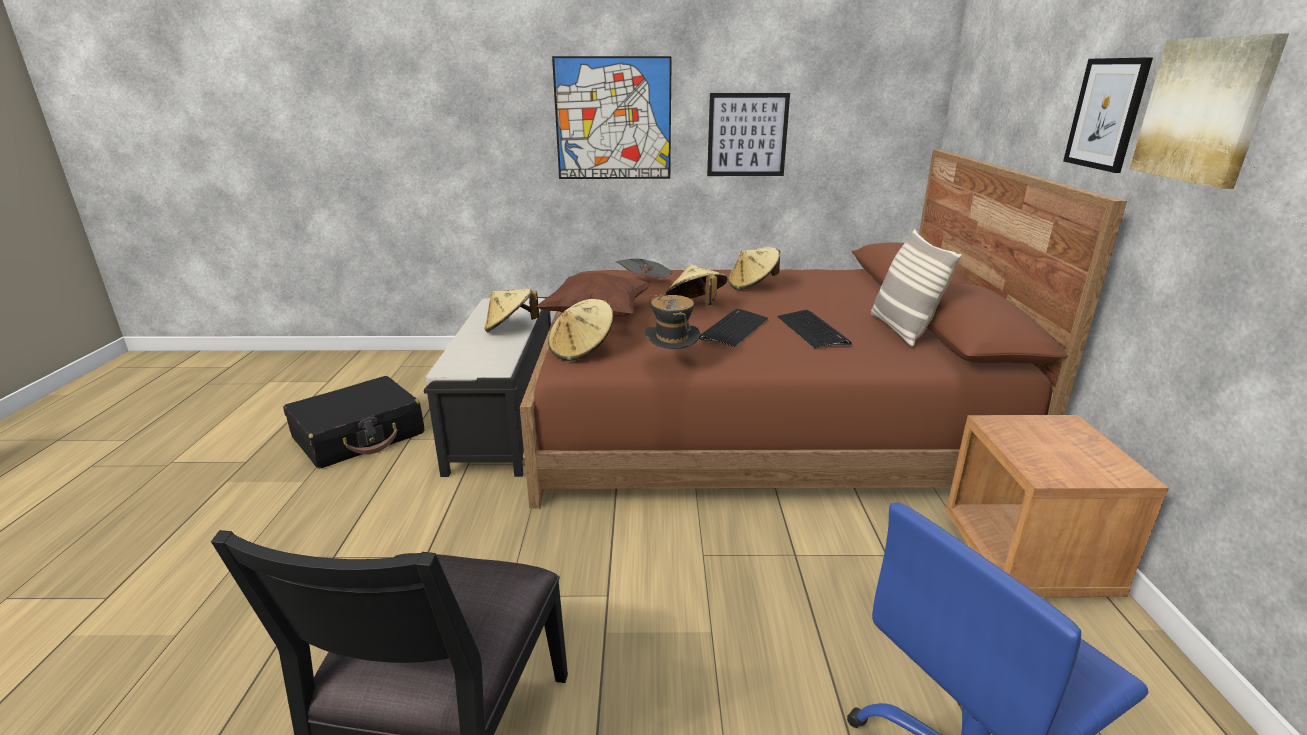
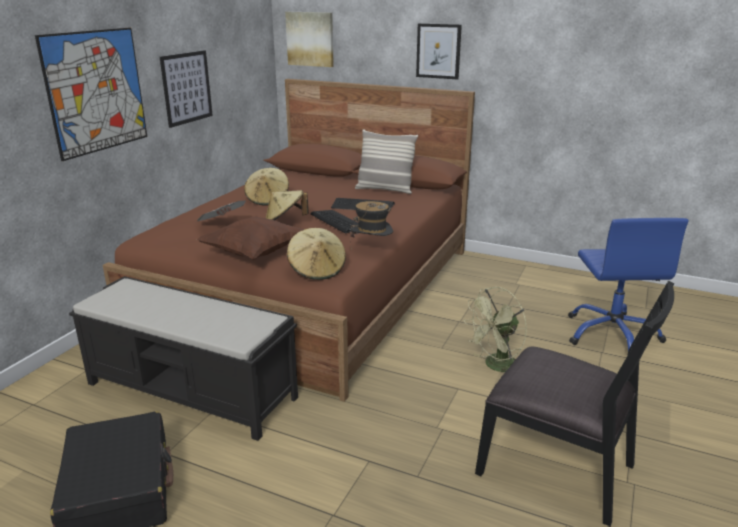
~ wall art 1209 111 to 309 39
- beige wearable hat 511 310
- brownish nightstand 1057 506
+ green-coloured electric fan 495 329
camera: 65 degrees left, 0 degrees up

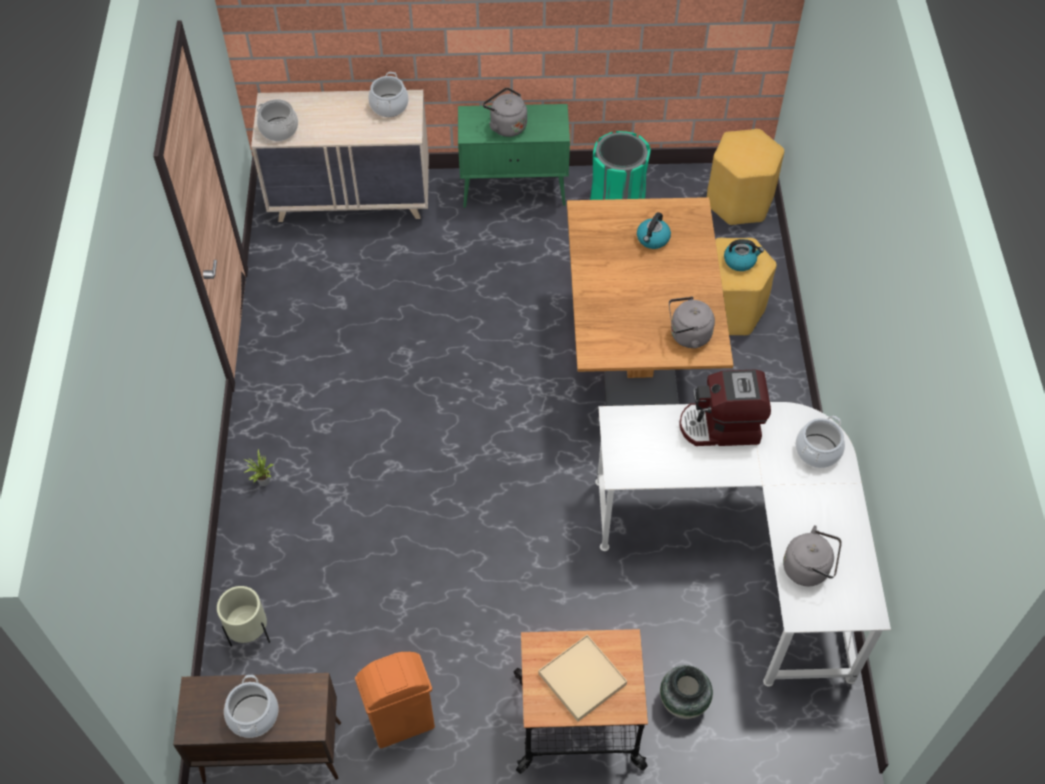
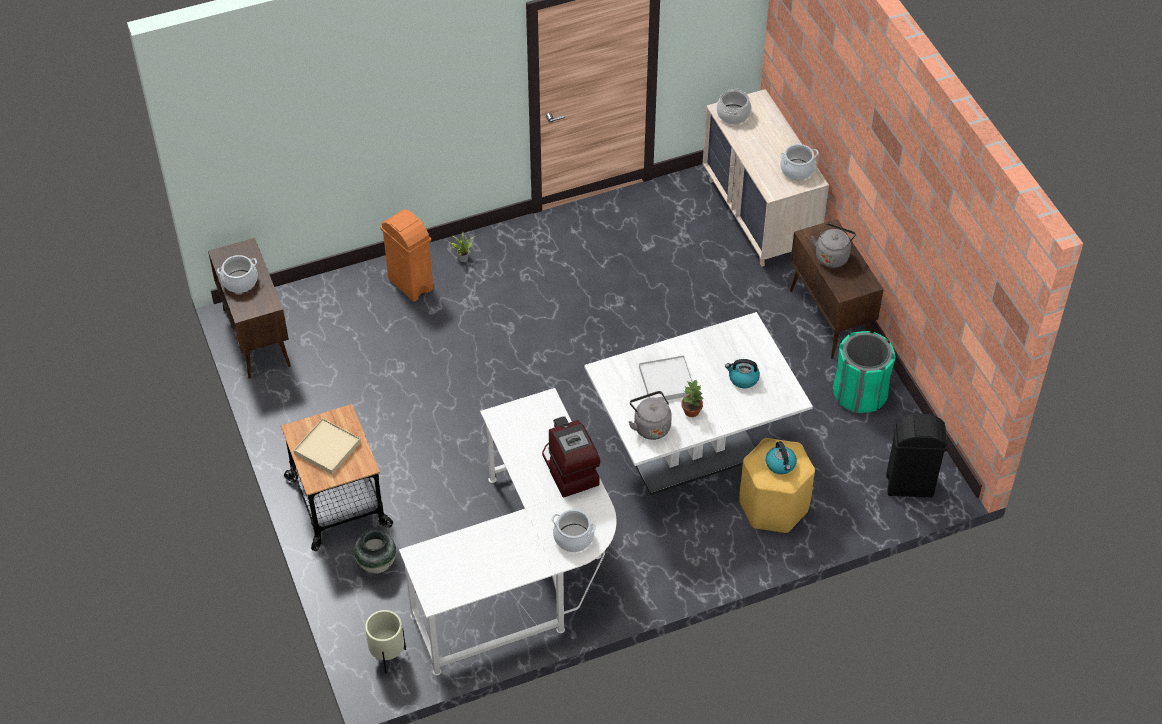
~ green-coloured cupboard 514 156 to brownish cupboard 837 289
~ yellow stool seat 745 177 to black-coloured trash can 917 455
~ brownish kitchen table 650 301 to white-coloured kitchen table 698 403
- gray water kettle 812 555
~ beige plant pot 243 616 to 385 642
~ orangey trash can 395 700 to 406 256
+ white-coloured serving tray 666 378
+ plant in a pot 692 398
camera: 70 degrees right, 5 degrees down

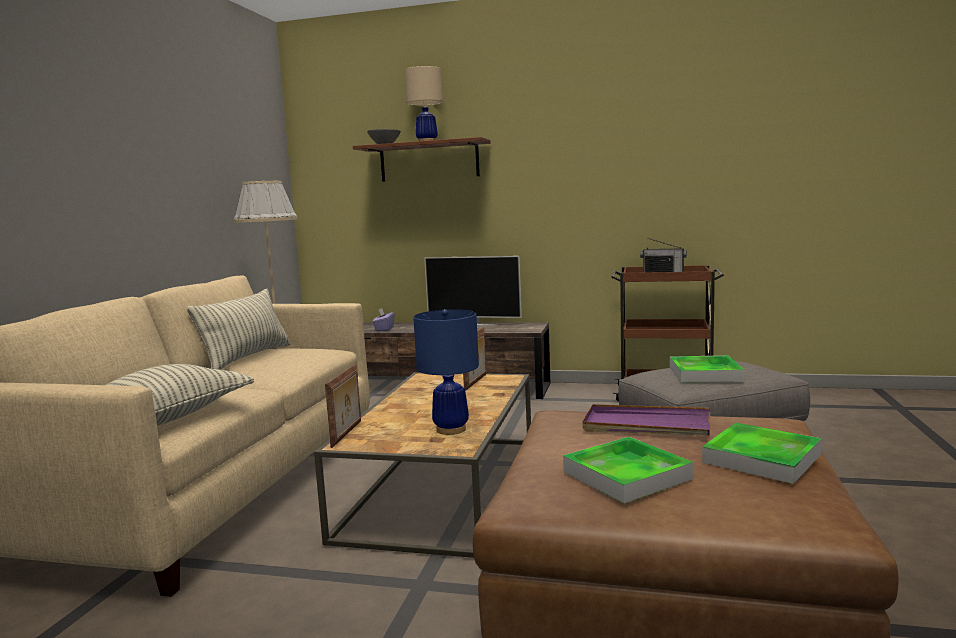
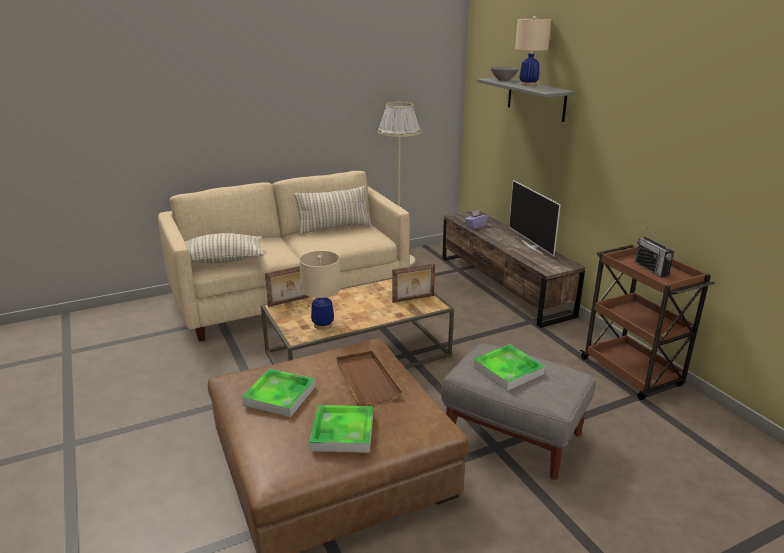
~ brownish bracket shelf 422 159 to gray bracket shelf 526 100
~ blue lamp for a table 446 372 to beige lamp for a table 320 290
~ purple serving tray 646 420 to brownish serving tray 369 377
camera: 50 degrees right, 15 degrees up

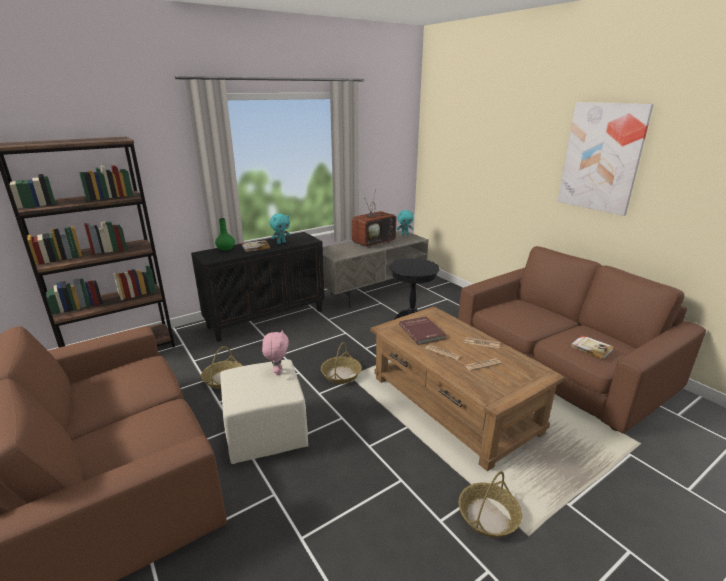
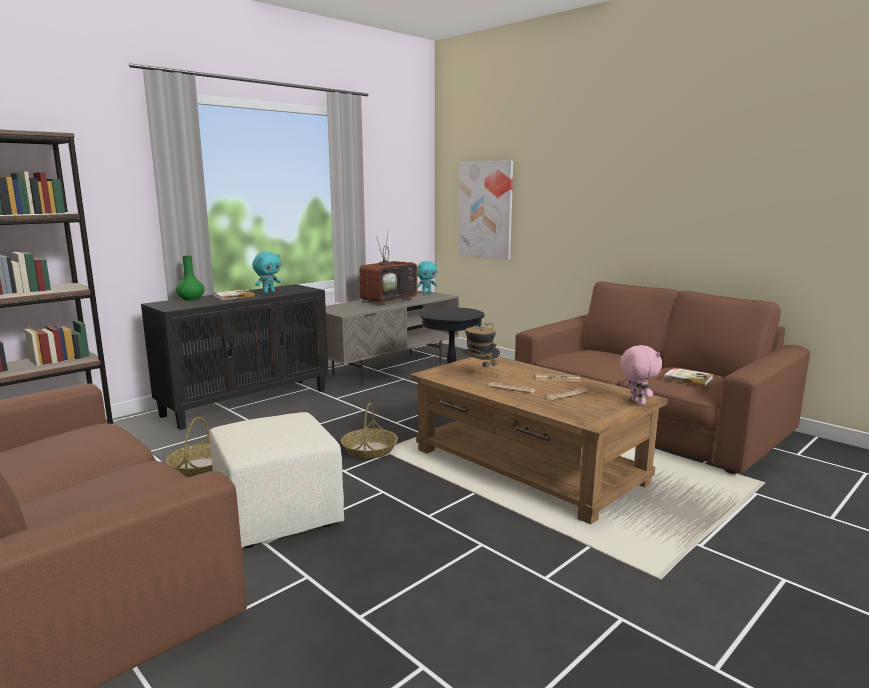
~ wall art 606 159 to 485 210
~ red-coloured book 422 330 to wearable hat 480 350
~ pink-coloured cuddly toy 275 352 to 641 375
- storage basket 490 504
camera: 10 degrees left, 10 degrees down

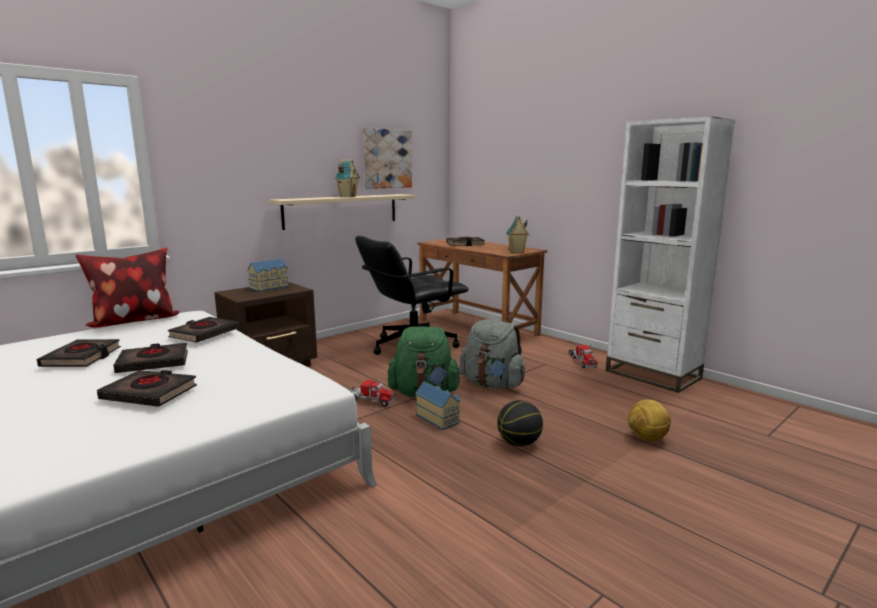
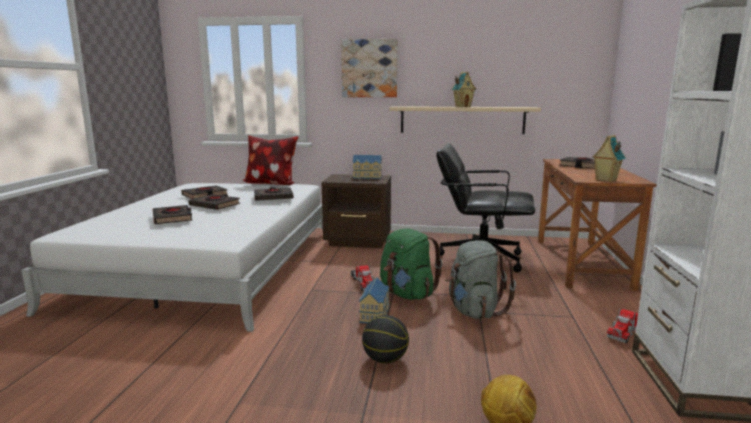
~ wall art 387 158 to 369 68
camera: 50 degrees right, 0 degrees up

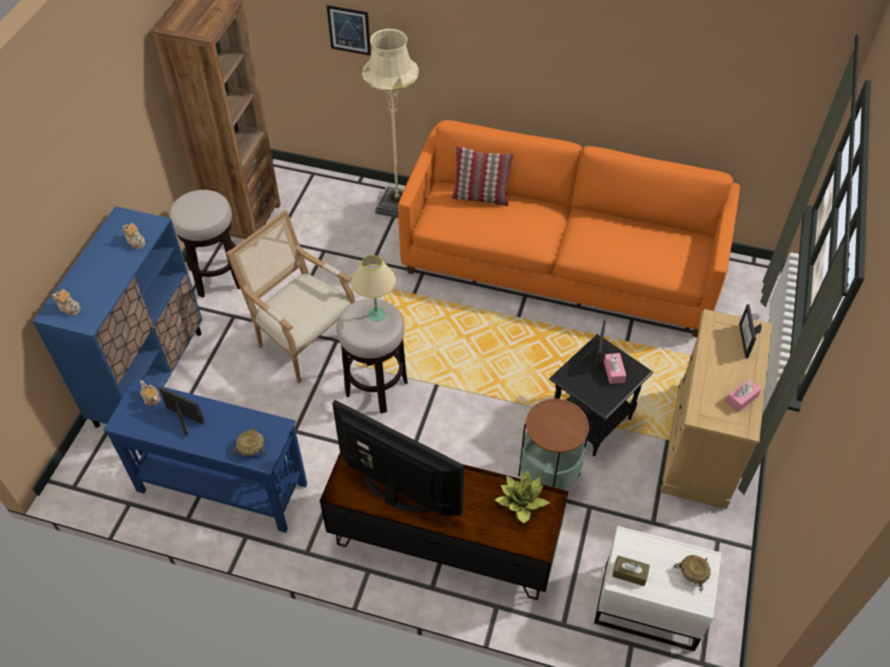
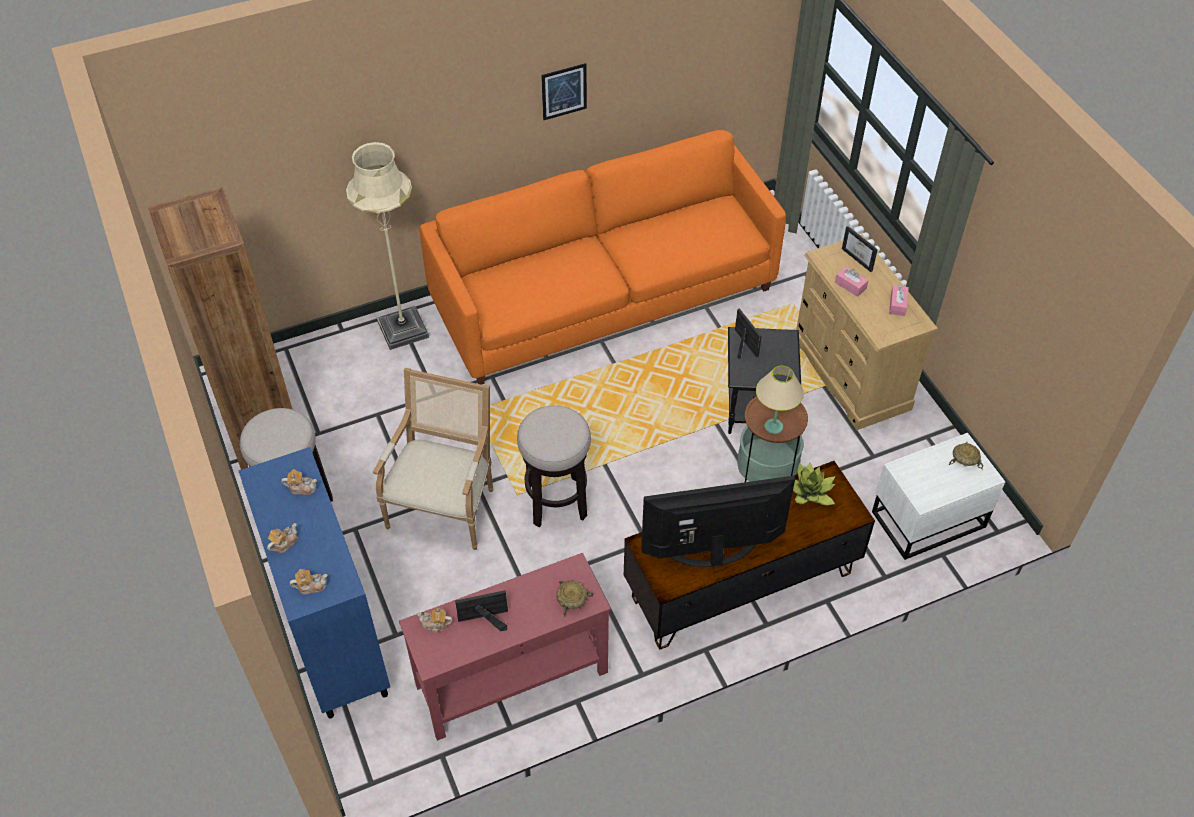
~ wall art 349 30 to 564 91
- cushion 482 176
~ lounge chair 290 296 = 433 459 105 degrees clockwise
~ beige lamp for a table 373 288 to 780 399
~ pink-coloured box of tissues 615 368 to 852 281
~ blue narrow table 205 456 to red-coloured narrow table 505 647
- brownish box of tissues 631 571
+ pot for tea 282 538
camera: 40 degrees left, 0 degrees up

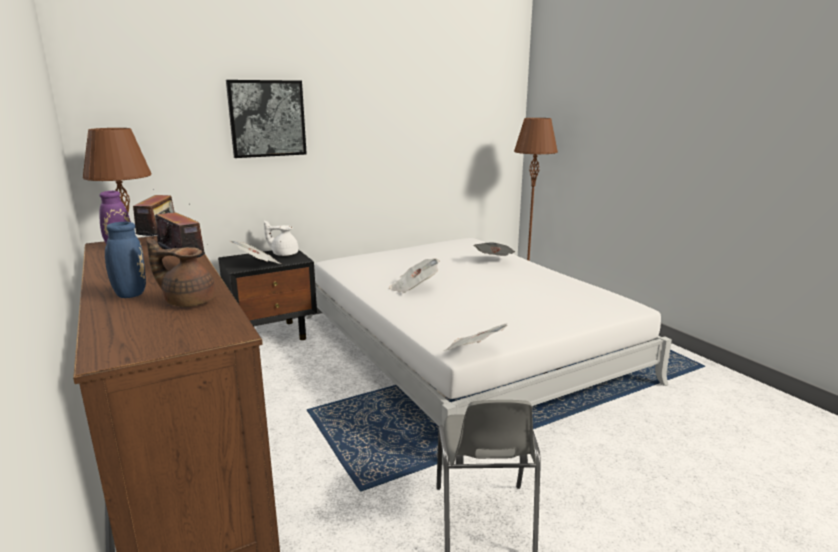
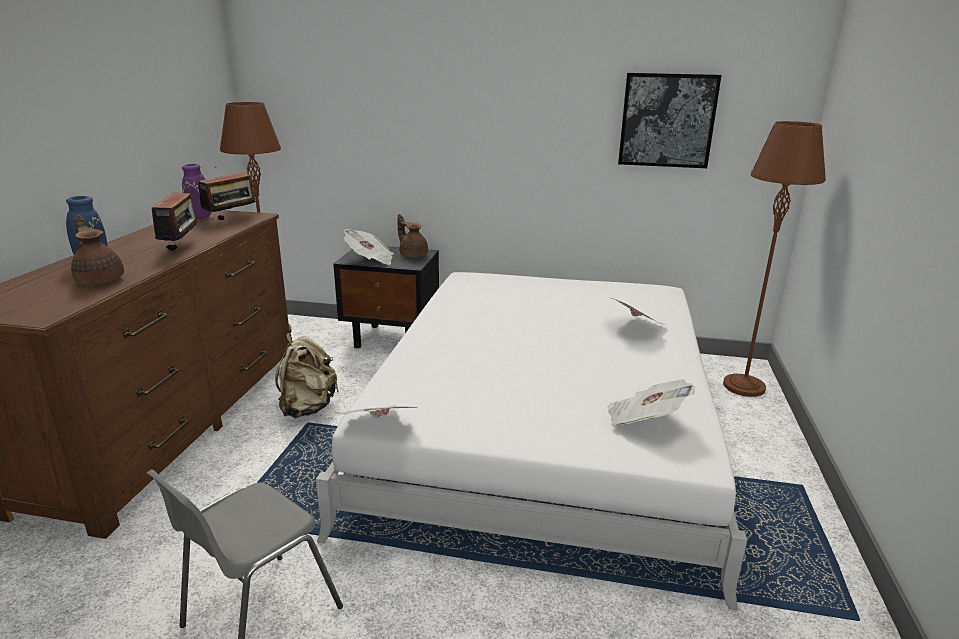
~ wall art 266 119 to 670 120
~ white-coloured pot for tea 281 238 to brownish pot for tea 413 236
~ newspaper 414 275 to 651 402
+ beige backpack 307 375
camera: 40 degrees right, 5 degrees up

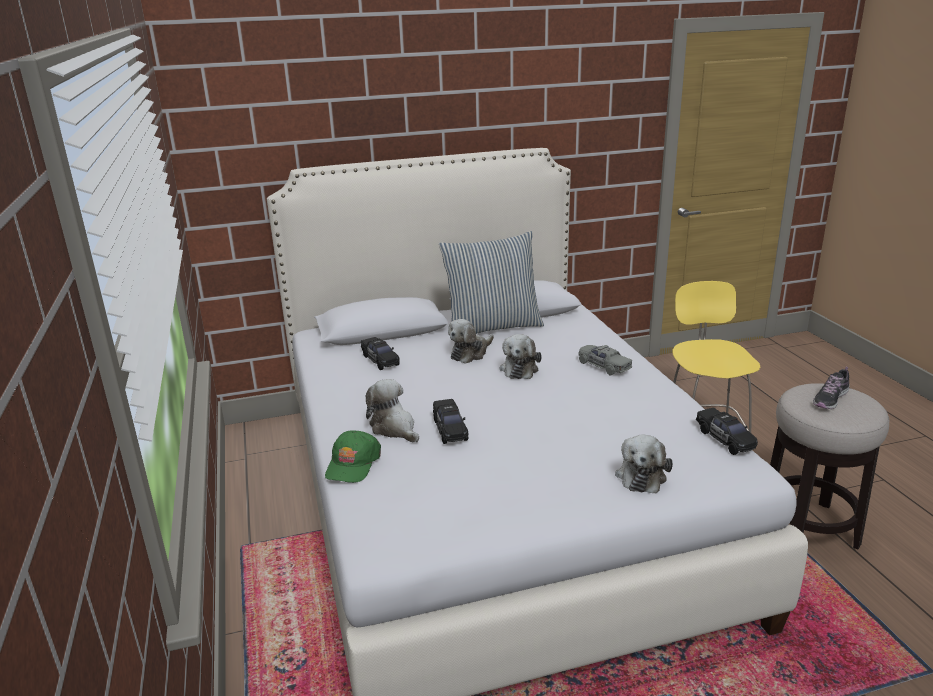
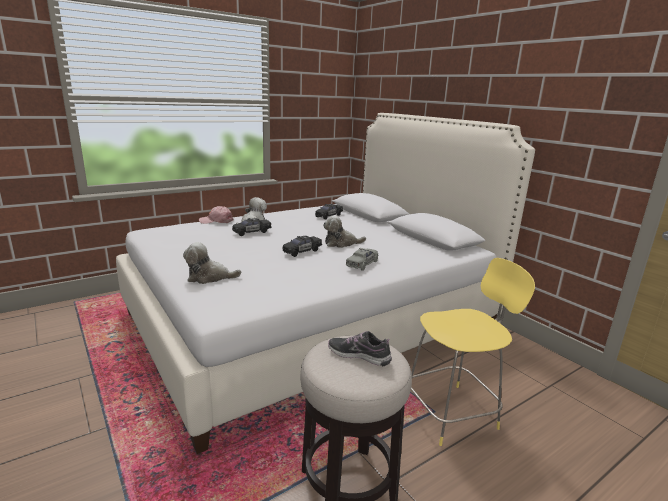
- cushion 491 285
- cuddly toy 471 341
~ black-coloured toy car 727 431 to 302 246
~ green-coloured baseball cap 353 456 to pink-coloured baseball cap 216 215
camera: 70 degrees right, 5 degrees down

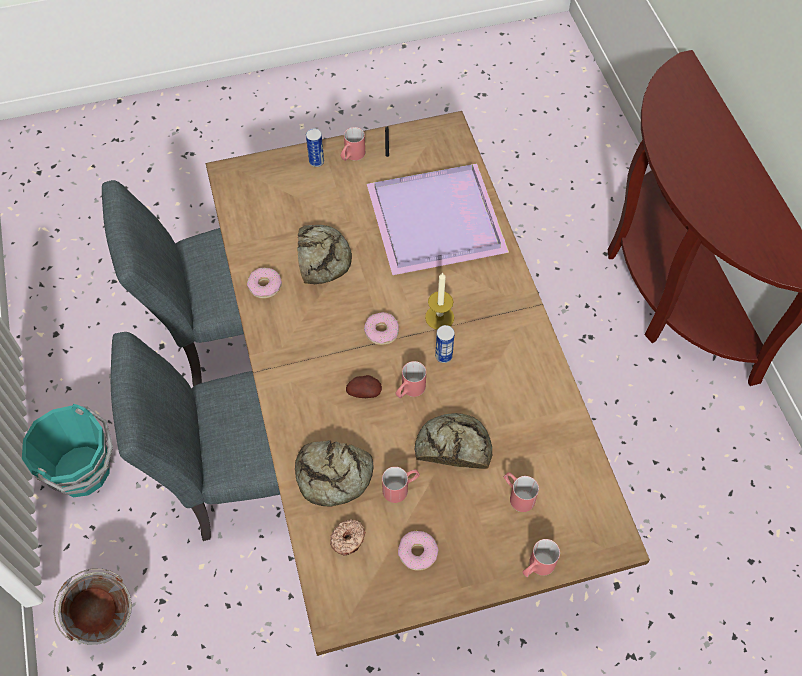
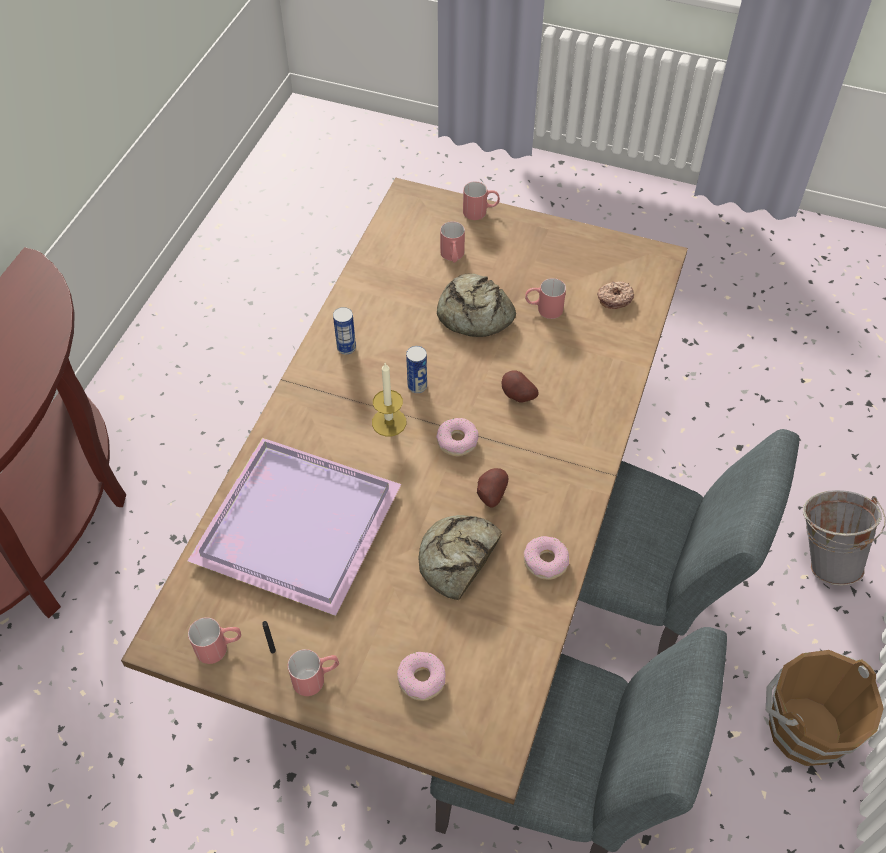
~ can 315 148 to 344 330
~ red-coloured tea mug 410 379 to 214 640
~ turquoise water bucket 67 451 to brownish water bucket 825 708
- bread 334 473
~ donut 418 551 to 421 676
+ whole potato 492 488
camera: 145 degrees left, 5 degrees down

